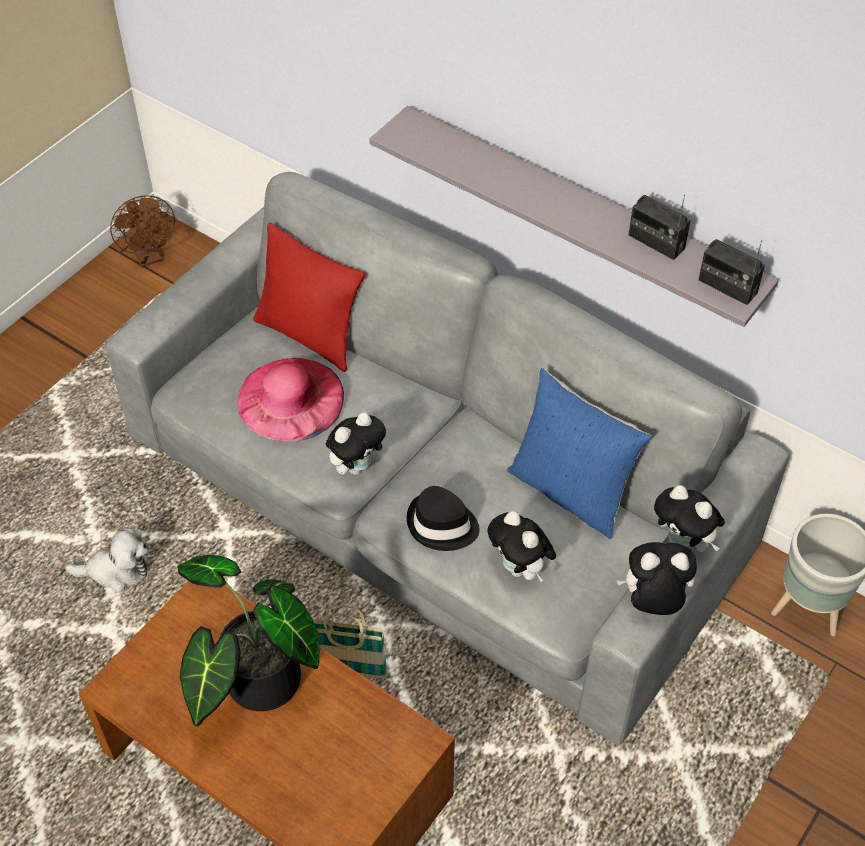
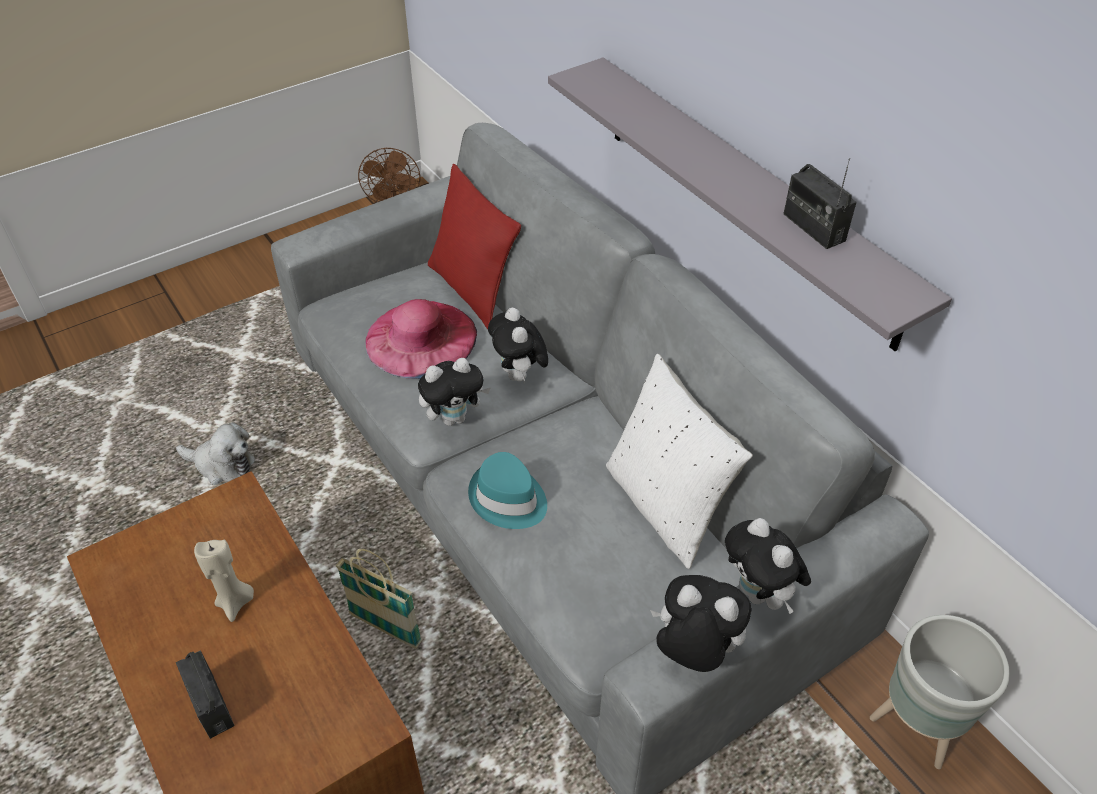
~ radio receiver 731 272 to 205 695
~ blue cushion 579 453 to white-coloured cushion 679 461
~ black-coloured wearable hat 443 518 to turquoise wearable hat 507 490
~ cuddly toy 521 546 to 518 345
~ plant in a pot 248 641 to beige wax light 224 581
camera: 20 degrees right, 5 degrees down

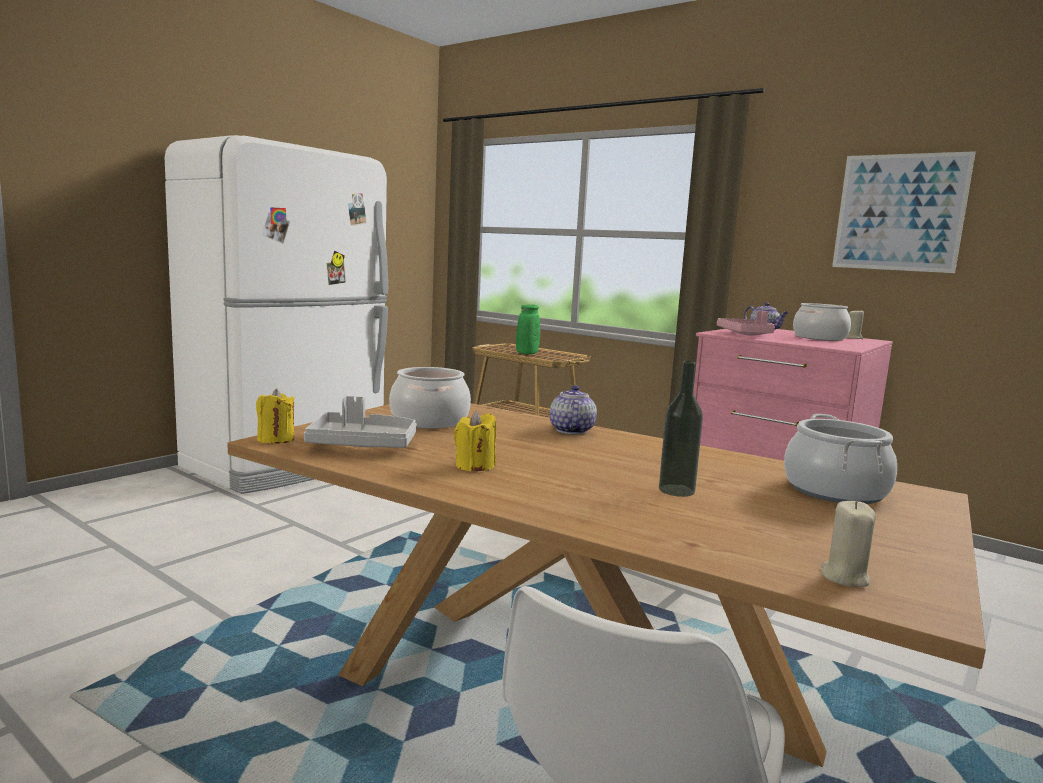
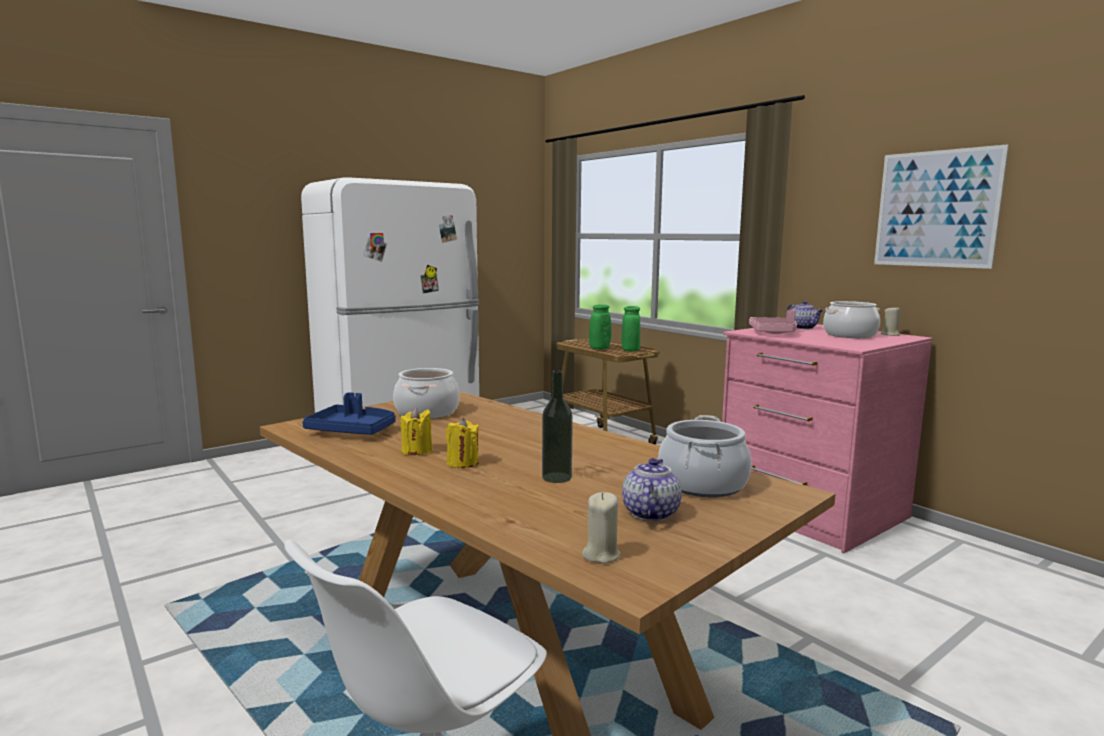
~ pot for tea 573 409 to 652 489
~ yellow wax light 275 416 to 462 443
~ gray serving tray 360 422 to blue serving tray 349 413
+ green-coloured vase 631 329
camera: 15 degrees right, 0 degrees up

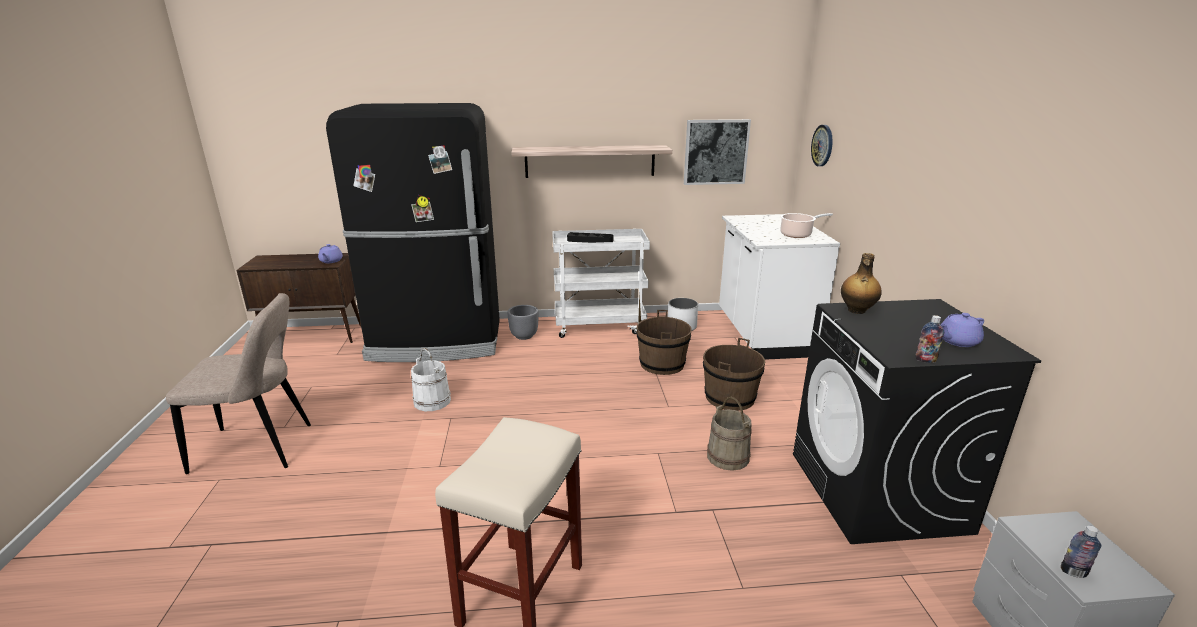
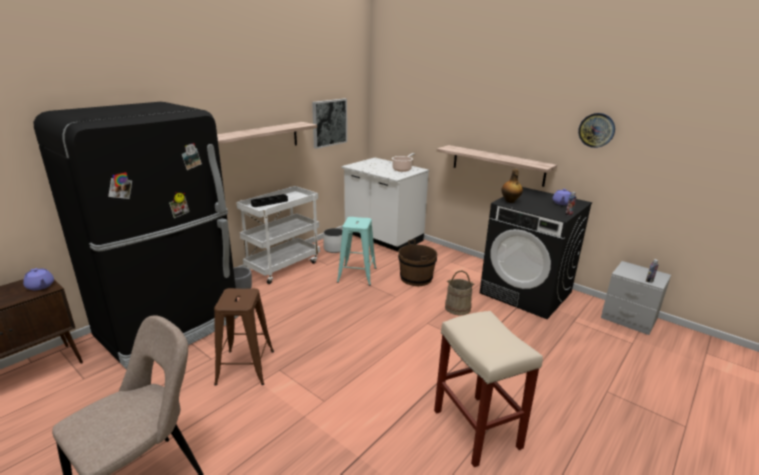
~ clock on the wall 822 145 to 596 130
~ brownish water bucket 664 342 to turquoise stool seat 357 251
~ white-coloured water bucket 431 379 to brownish stool seat 244 337
+ bracket shelf 497 166
camera: 45 degrees left, 0 degrees up

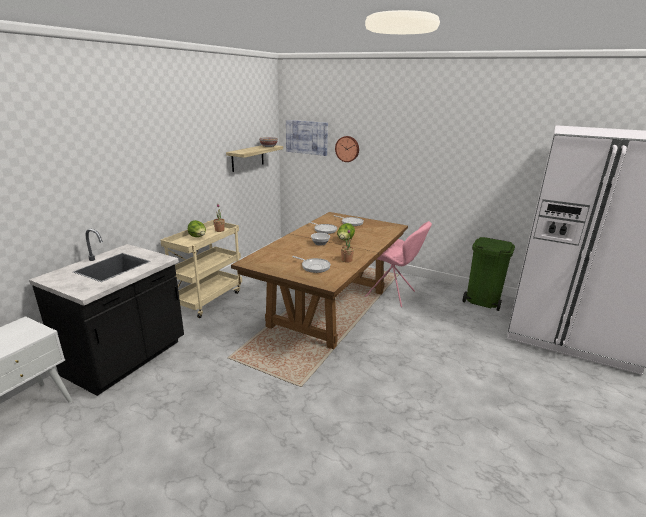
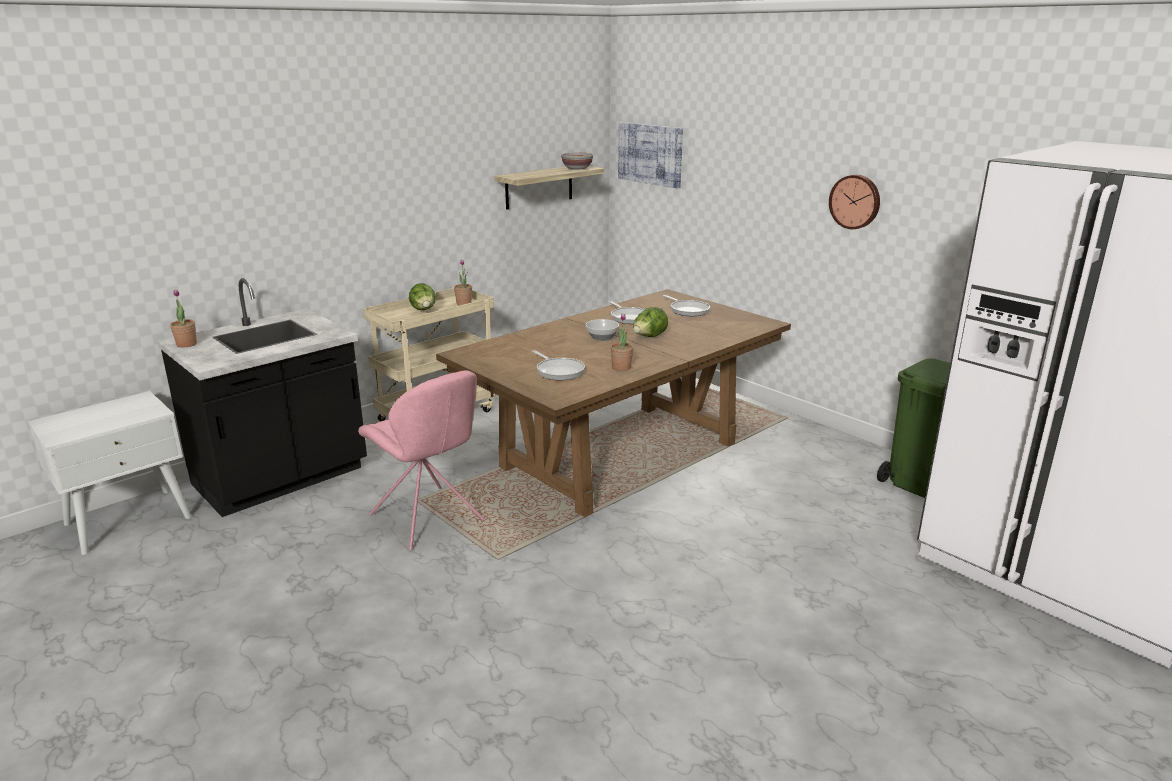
~ clock on the wall 347 149 to 854 202
~ pink-coloured chair 398 264 to 421 460
+ plant in a pot 183 318
camera: 20 degrees right, 0 degrees up

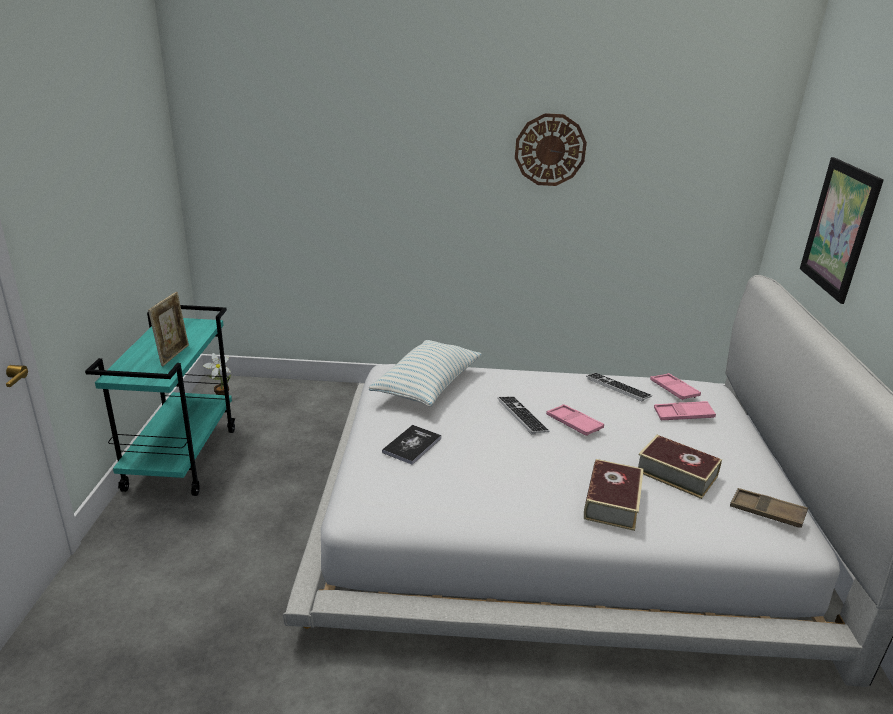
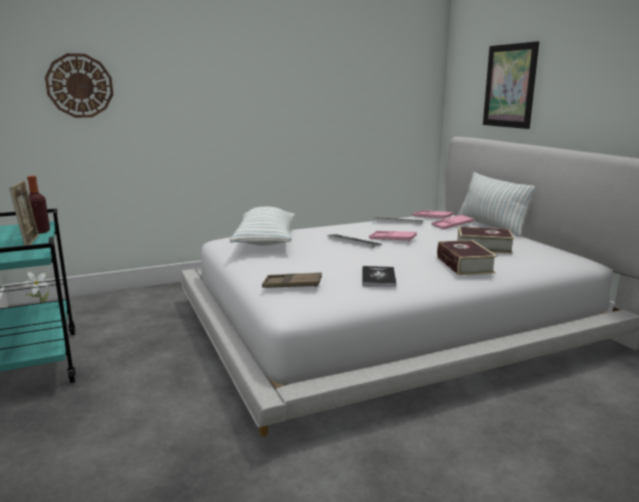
~ clock on the wall 551 149 to 79 85
~ book 411 445 to 380 276
~ brownish serving tray 769 508 to 292 280
+ cushion 496 204
+ bottle 38 205
camera: 25 degrees left, 10 degrees down

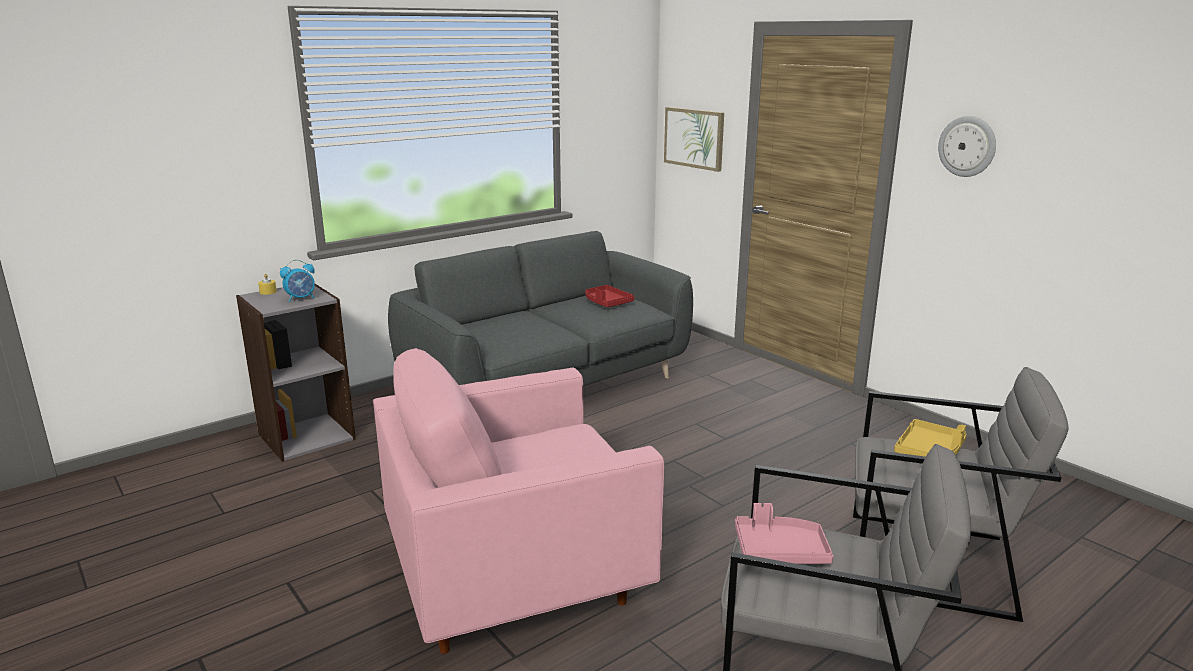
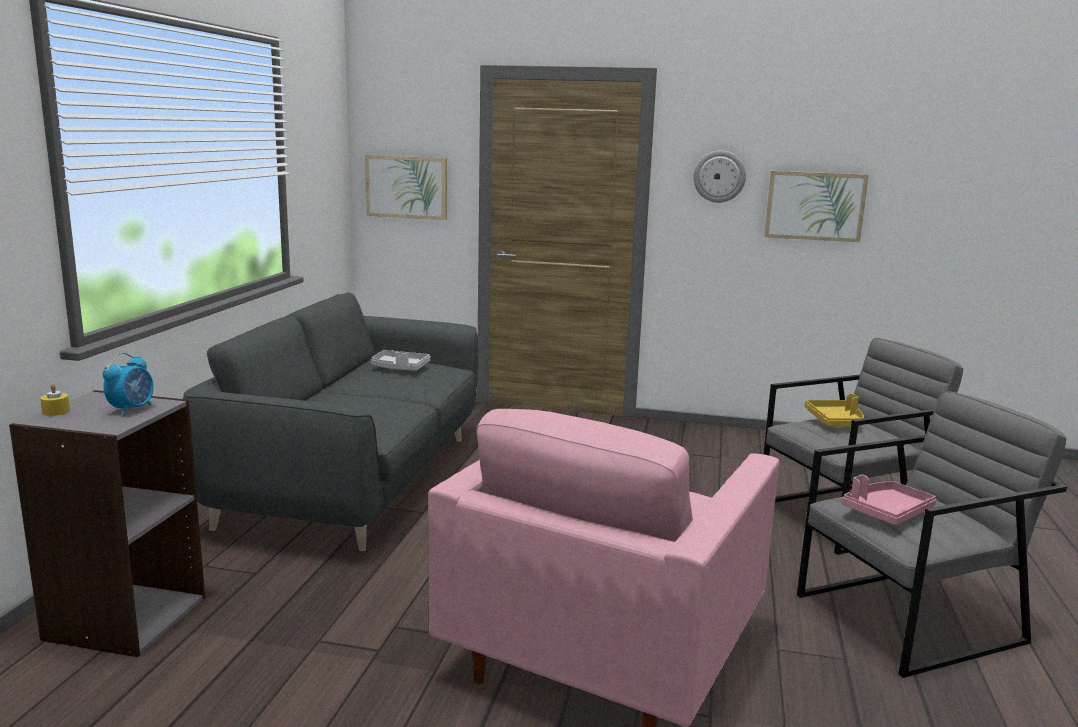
~ red-coloured serving tray 609 296 to gray serving tray 401 360
+ wall art 816 206
camera: 40 degrees left, 5 degrees down

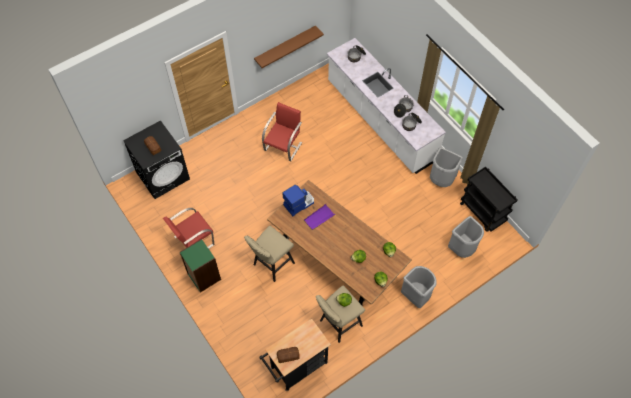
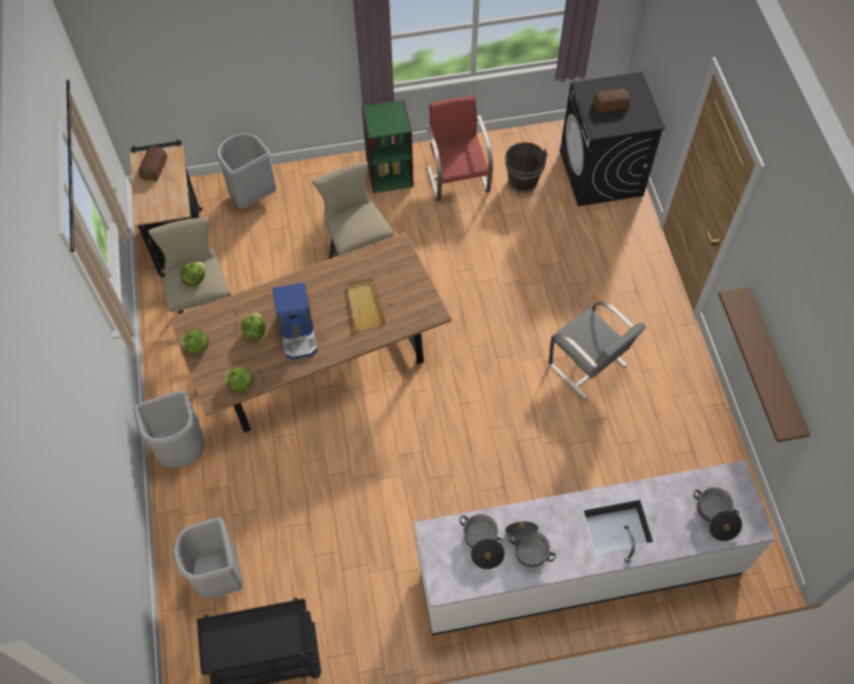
~ red-coloured chair 282 131 to gray chair 597 350
~ gray trash can 446 167 to 246 171
~ coffee maker 298 200 to 295 321
~ purple serving tray 319 217 to beige serving tray 366 304
+ brownish water bucket 526 167
camera: 115 degrees right, 0 degrees up

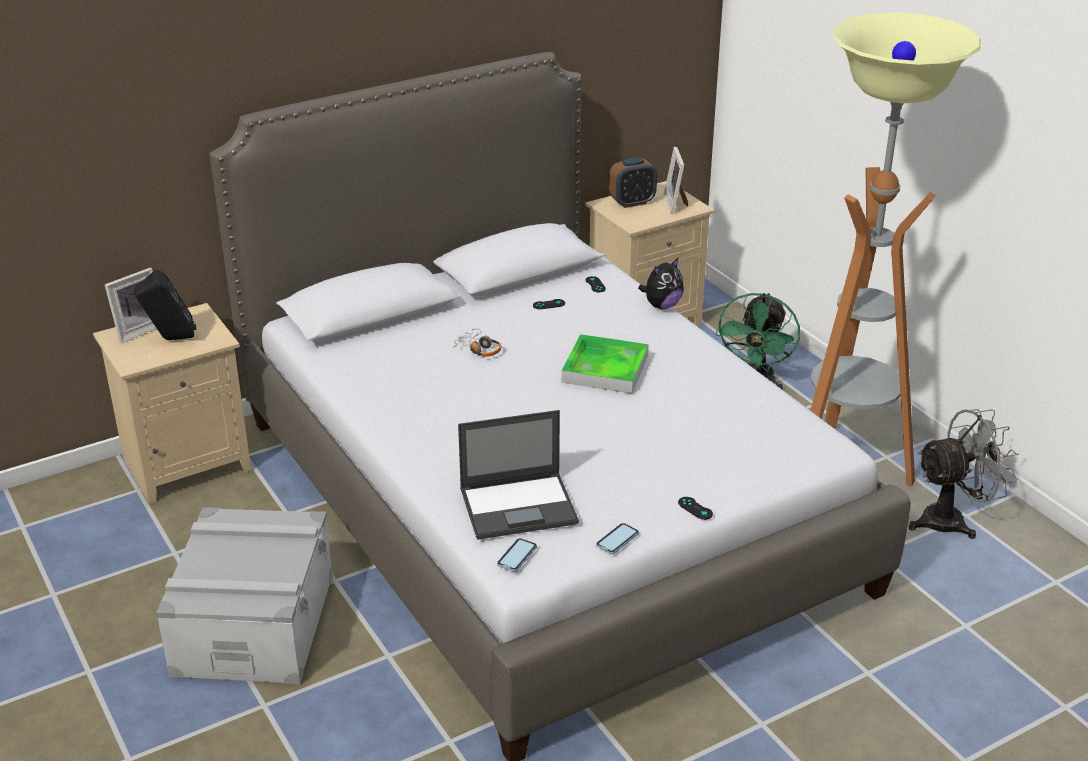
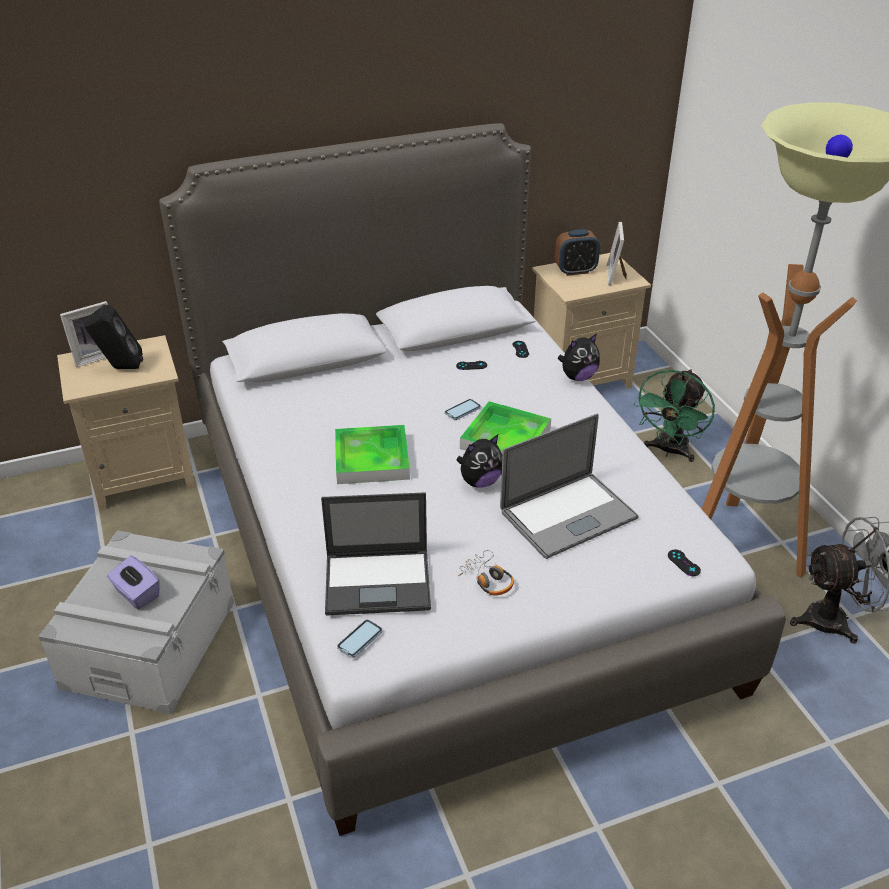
~ headphones 477 343 to 486 572
~ black-coloured game controller 695 508 to 684 563
~ handset 617 538 to 463 409
+ notebook computer 569 486
+ serving tray 372 454
+ cuddly toy 479 461
+ purple box of tissues 133 582
camera: 10 degrees right, 5 degrees up

